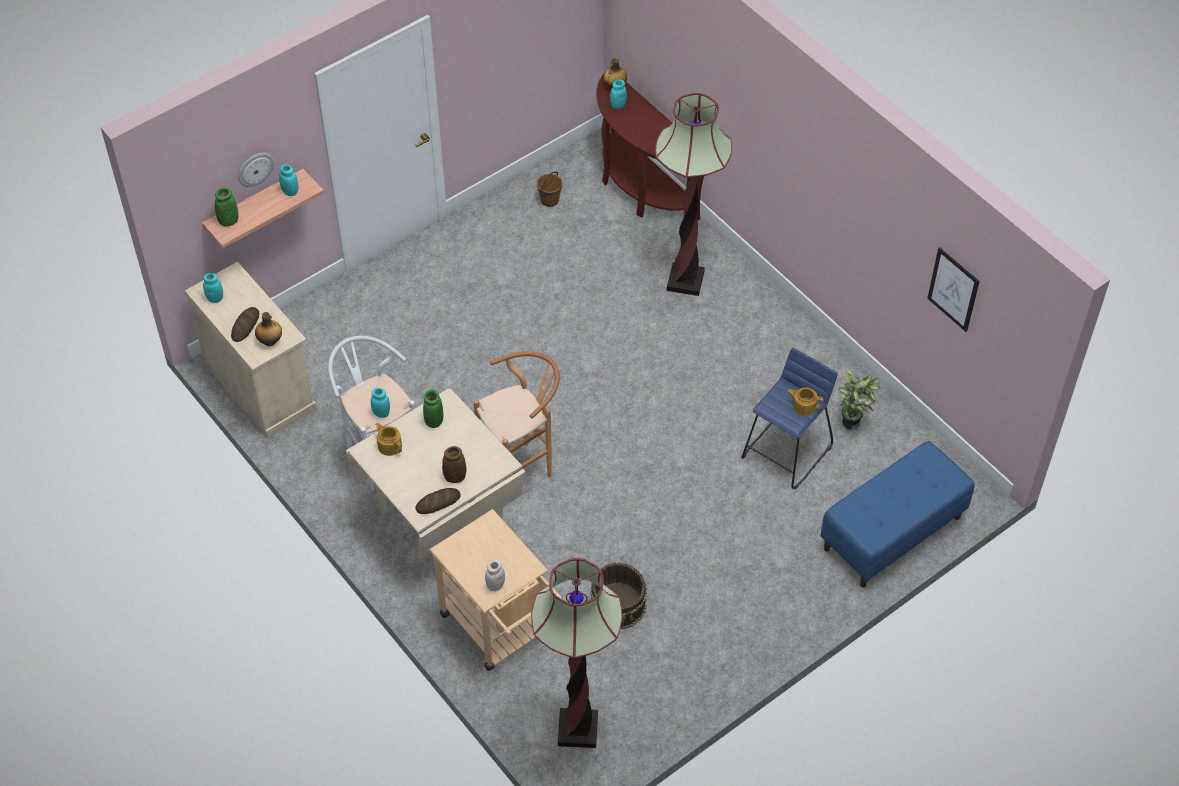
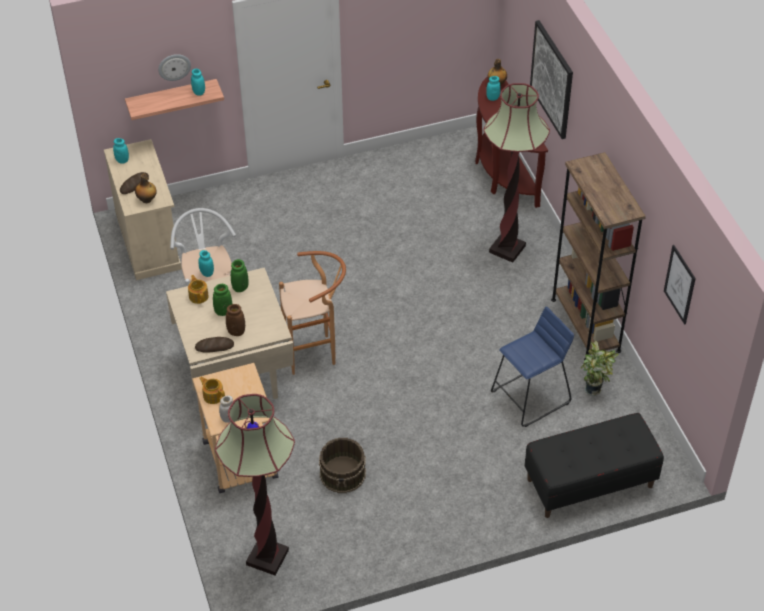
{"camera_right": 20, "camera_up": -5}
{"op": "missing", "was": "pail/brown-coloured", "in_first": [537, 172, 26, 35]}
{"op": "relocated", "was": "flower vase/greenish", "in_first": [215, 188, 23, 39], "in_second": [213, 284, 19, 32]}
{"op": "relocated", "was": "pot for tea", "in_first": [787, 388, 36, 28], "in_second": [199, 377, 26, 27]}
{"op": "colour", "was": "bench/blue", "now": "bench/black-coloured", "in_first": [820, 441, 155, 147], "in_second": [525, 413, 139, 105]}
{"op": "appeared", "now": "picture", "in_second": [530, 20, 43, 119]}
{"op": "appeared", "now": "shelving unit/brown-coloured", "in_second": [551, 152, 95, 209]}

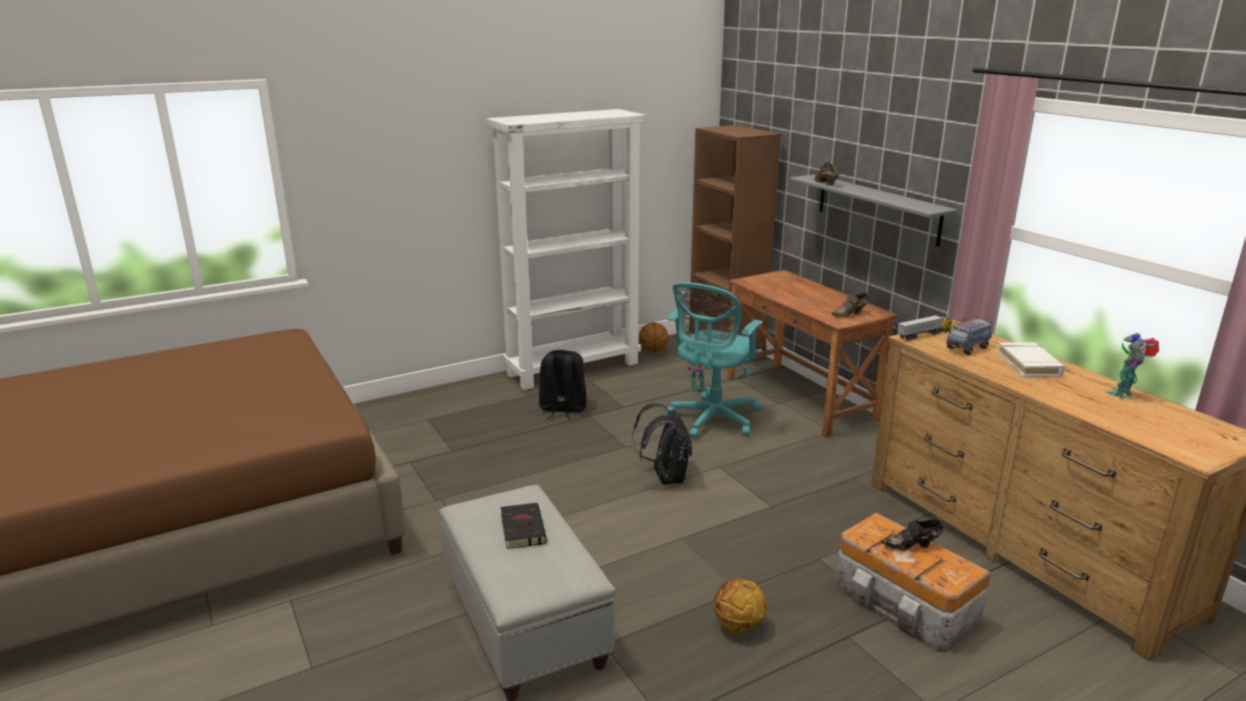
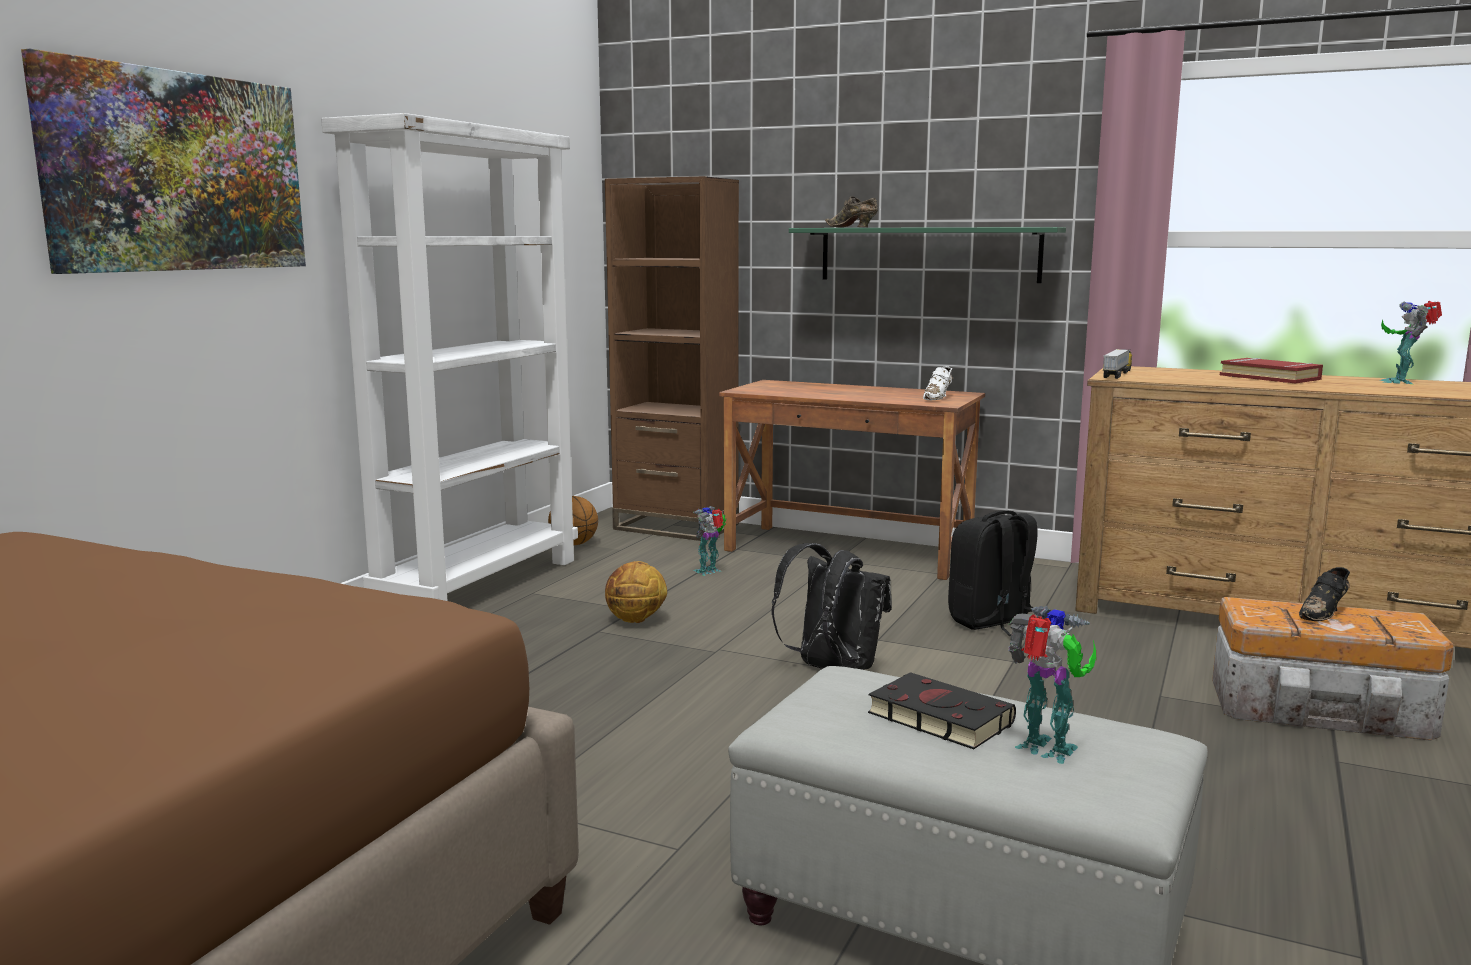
{"camera_right": -35, "camera_up": -10}
{"op": "colour", "was": "bracket shelf/greyish", "now": "bracket shelf/greenish", "in_first": [789, 174, 169, 73], "in_second": [789, 227, 277, 56]}
{"op": "missing", "was": "desk chair/turquoise-coloured", "in_first": [665, 282, 98, 157]}
{"op": "colour", "was": "low shoe/brown-coloured", "now": "low shoe/whitish", "in_first": [831, 293, 37, 25], "in_second": [923, 366, 30, 34]}
{"op": "missing", "was": "model truck", "in_first": [946, 318, 46, 37]}
{"op": "colour", "was": "book/whitish", "now": "book/red", "in_first": [997, 342, 68, 35], "in_second": [1220, 358, 103, 25]}
{"op": "relocated", "was": "knapsack/black-coloured", "in_first": [539, 350, 47, 70], "in_second": [948, 510, 90, 126]}
{"op": "relocated", "was": "ball for basketball", "in_first": [714, 579, 53, 55], "in_second": [605, 561, 62, 62]}
{"op": "appeared", "now": "picture", "in_second": [21, 48, 285, 226]}
{"op": "appeared", "now": "robot figure", "in_second": [1008, 606, 88, 158]}

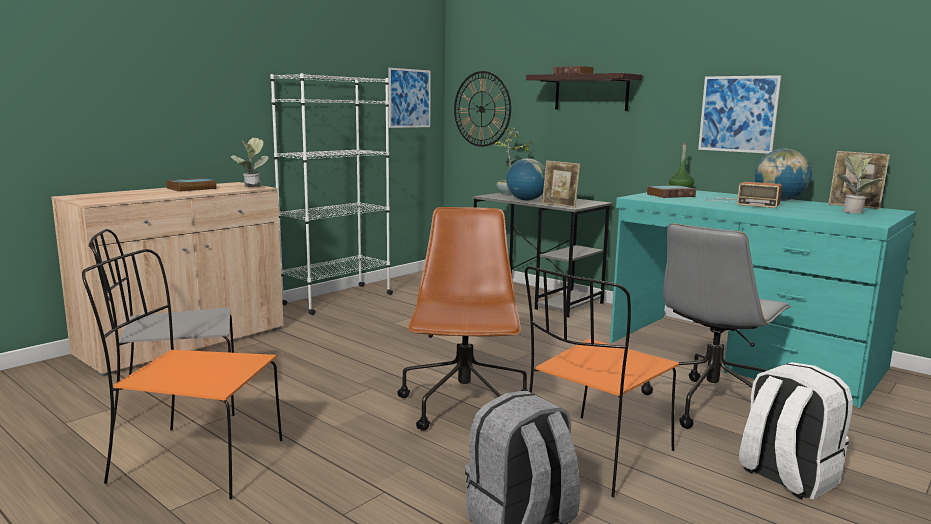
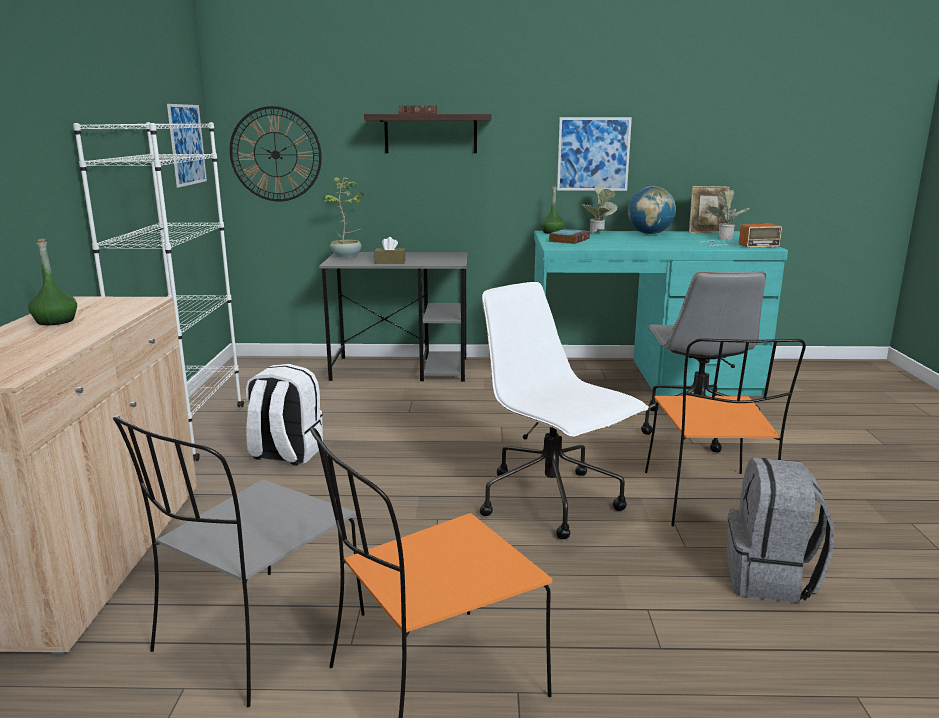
{"camera_right": -40, "camera_up": 5}
{"op": "relocated", "was": "houseplant", "in_first": [231, 138, 37, 49], "in_second": [581, 186, 36, 47]}
{"op": "exchanged", "was": "world globe", "now": "tissue box/brown-coloured", "in_first": [506, 158, 39, 43], "in_second": [374, 237, 32, 27]}
{"op": "missing", "was": "photo frame", "in_first": [542, 160, 38, 48]}
{"op": "exchanged", "was": "book", "now": "bottle/greenish", "in_first": [166, 178, 51, 14], "in_second": [28, 239, 49, 86]}
{"op": "relocated", "was": "radio receiver", "in_first": [706, 182, 76, 26], "in_second": [700, 224, 82, 24]}
{"op": "colour", "was": "desk chair/brown-coloured", "now": "desk chair/whitish", "in_first": [397, 207, 131, 224], "in_second": [480, 282, 169, 257]}
{"op": "relocated", "was": "knapsack/whitish", "in_first": [739, 362, 114, 138], "in_second": [246, 364, 77, 102]}

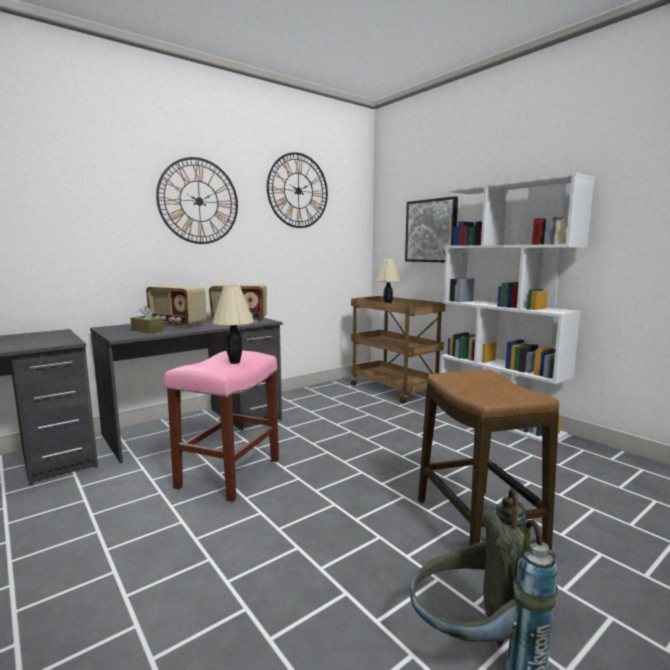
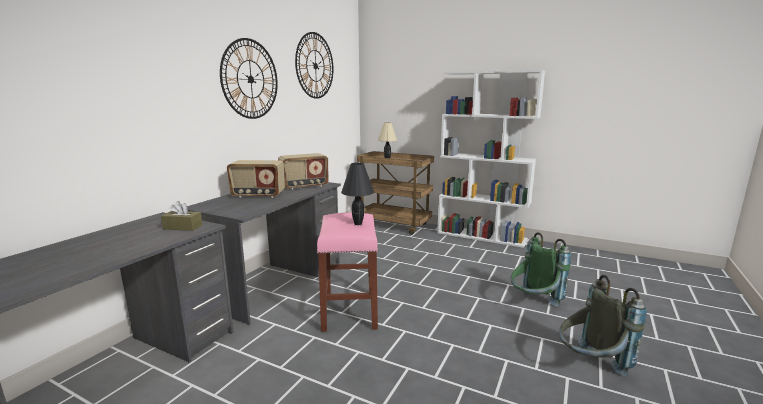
{"camera_right": -25, "camera_up": 5}
{"op": "missing", "was": "picture", "in_first": [405, 196, 53, 66]}
{"op": "colour", "was": "table lamp/beige", "now": "table lamp/black-coloured", "in_first": [212, 285, 42, 79], "in_second": [341, 162, 33, 63]}
{"op": "relocated", "was": "tissue box/brown-coloured", "in_first": [130, 305, 34, 28], "in_second": [161, 201, 41, 30]}
{"op": "exchanged", "was": "stool", "now": "knapsack/greenish", "in_first": [418, 370, 141, 180], "in_second": [511, 232, 60, 75]}

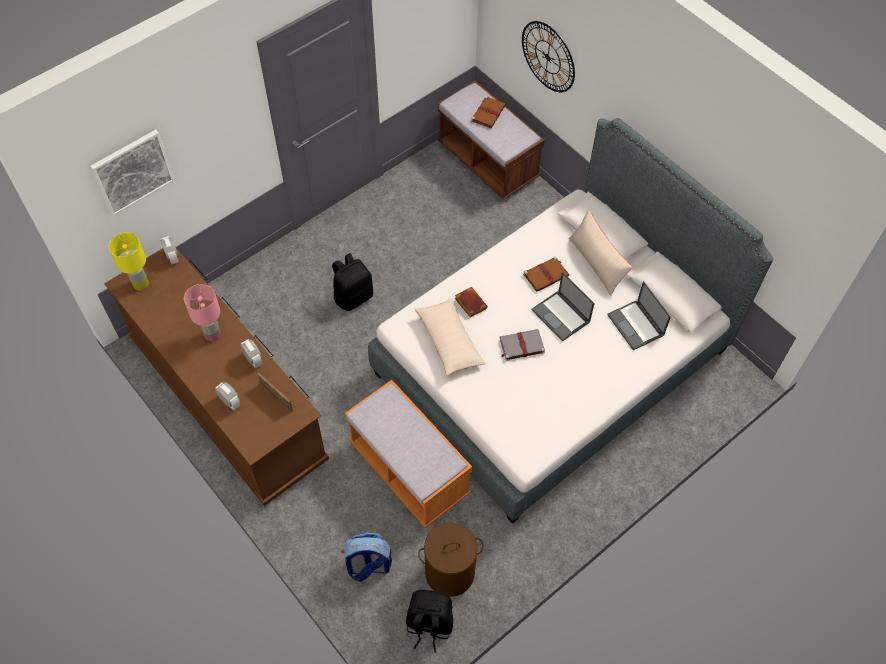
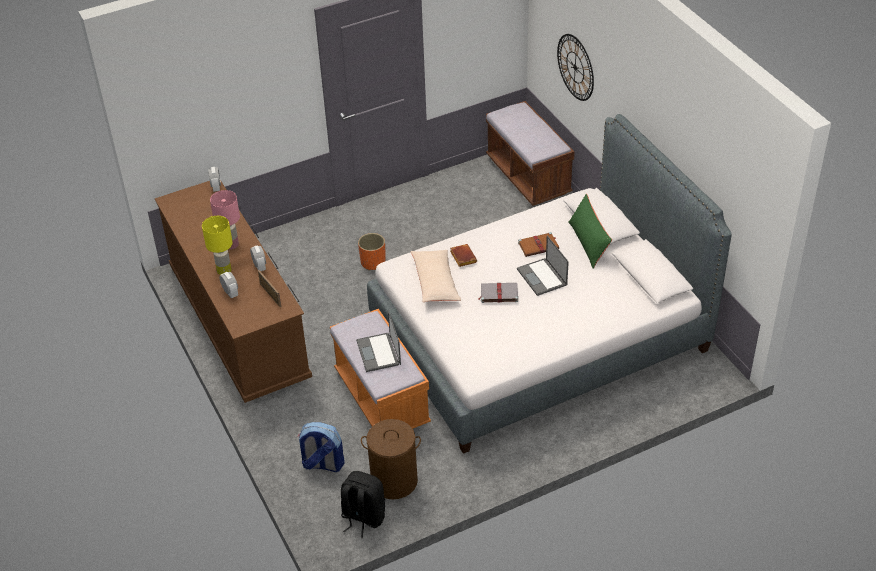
{"camera_right": 15, "camera_up": -15}
{"op": "missing", "was": "book/brown-coloured", "in_first": [471, 96, 35, 32]}
{"op": "missing", "was": "picture", "in_first": [90, 130, 85, 86]}
{"op": "colour", "was": "throw pillow/beige", "now": "throw pillow/greenish", "in_first": [569, 210, 64, 86], "in_second": [569, 194, 43, 75]}
{"op": "relocated", "was": "table lamp/yellow", "in_first": [109, 233, 40, 57], "in_second": [202, 216, 31, 59]}
{"op": "exchanged", "was": "knapsack/black-coloured", "now": "flower pot/orangey", "in_first": [332, 253, 41, 58], "in_second": [358, 233, 28, 38]}
{"op": "relocated", "was": "laptop", "in_first": [607, 281, 64, 69], "in_second": [356, 310, 45, 62]}

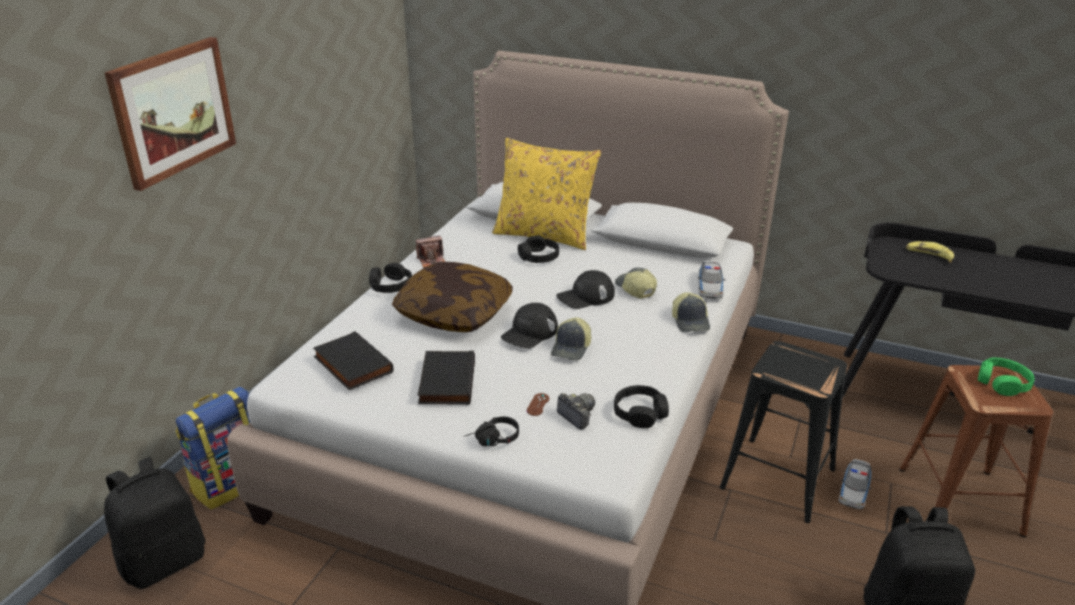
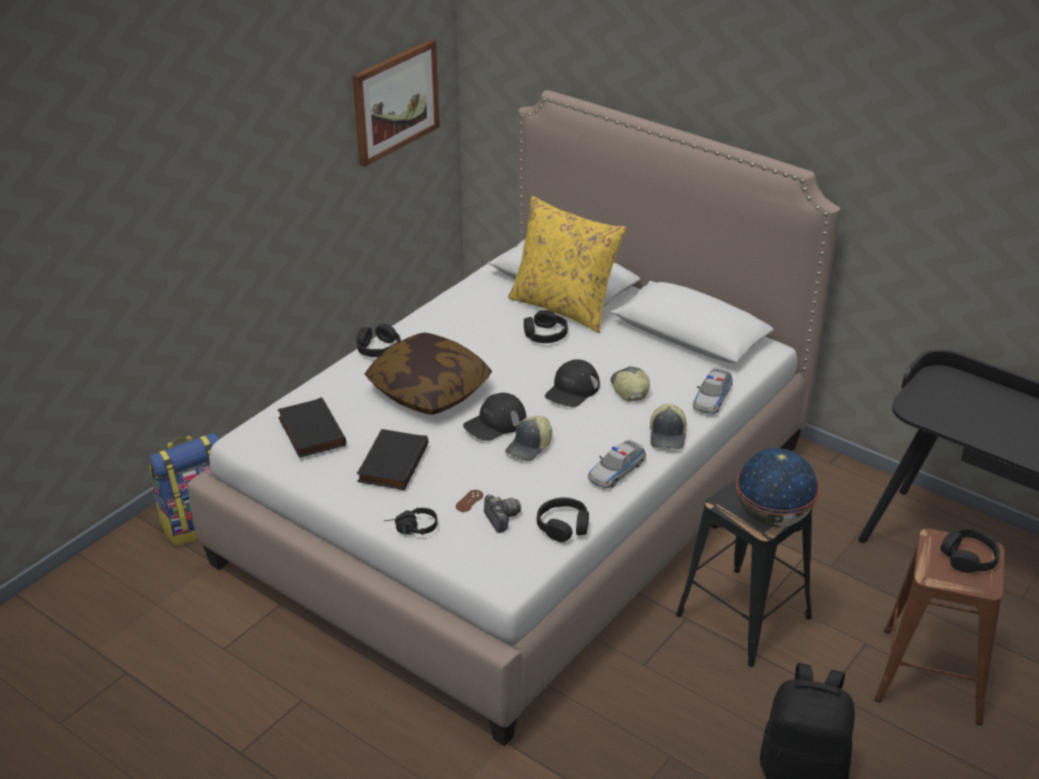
{"camera_right": 15, "camera_up": 5}
{"op": "relocated", "was": "picture", "in_first": [105, 37, 131, 154], "in_second": [352, 39, 88, 128]}
{"op": "missing", "was": "photo camera", "in_first": [416, 236, 29, 32]}
{"op": "missing", "was": "banana", "in_first": [906, 241, 48, 22]}
{"op": "spun", "was": "cap/black-coloured", "in_first": [557, 270, 58, 39], "in_second": [545, 360, 55, 47], "clockwise": -45}
{"op": "colour", "was": "headset/greenish", "now": "headset/black-coloured", "in_first": [978, 357, 56, 39], "in_second": [940, 528, 60, 45]}
{"op": "missing", "was": "knapsack/black-coloured", "in_first": [104, 457, 101, 132]}
{"op": "relocated", "was": "model car", "in_first": [839, 459, 33, 50], "in_second": [588, 439, 58, 50]}
{"op": "appeared", "now": "world globe", "in_second": [736, 448, 83, 79]}

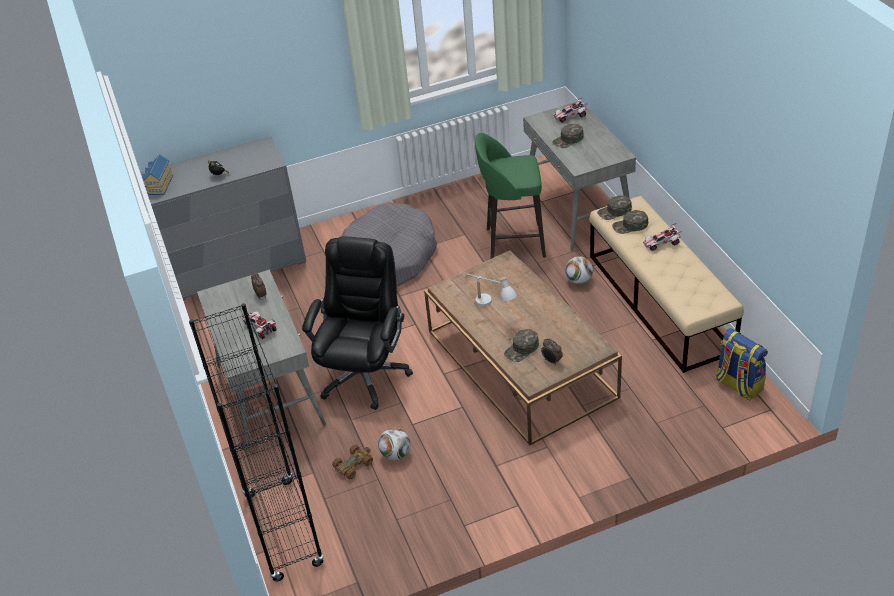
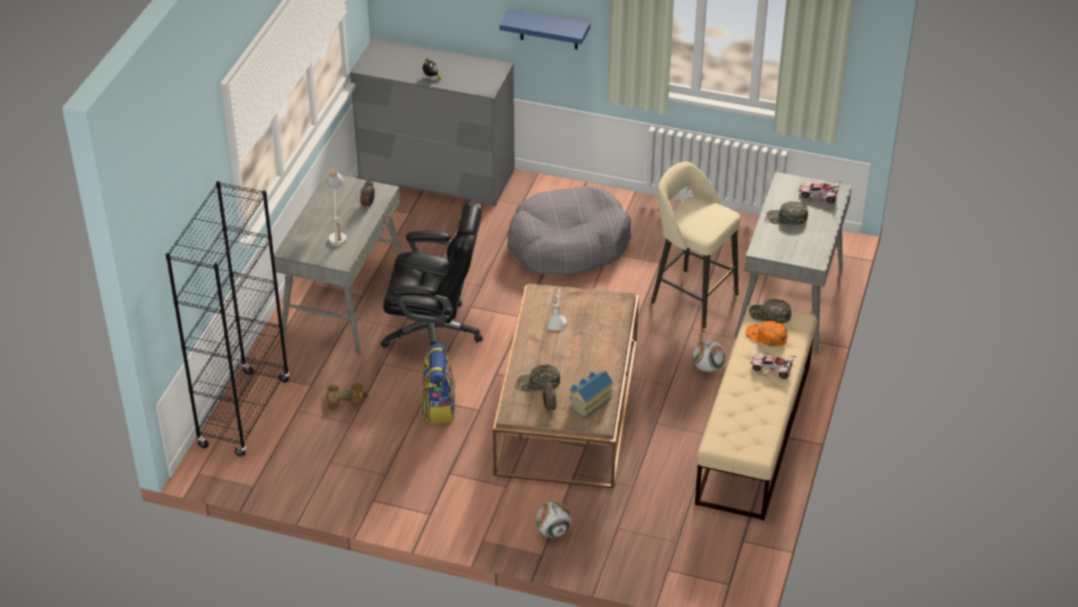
{"camera_right": 35, "camera_up": 0}
{"op": "colour", "was": "stool/greenish", "now": "stool/beige", "in_first": [475, 133, 71, 126], "in_second": [651, 162, 89, 166]}
{"op": "relocated", "was": "toy house", "in_first": [142, 154, 31, 41], "in_second": [570, 371, 43, 47]}
{"op": "colour", "was": "cap/greenish", "now": "cap/orangey", "in_first": [612, 210, 36, 24], "in_second": [745, 321, 42, 26]}
{"op": "spun", "was": "desk chair/black-coloured", "in_first": [302, 236, 111, 174], "in_second": [381, 202, 102, 146], "clockwise": 45}
{"op": "exchanged", "was": "model car", "now": "table lamp/whitish", "in_first": [242, 311, 35, 28], "in_second": [326, 168, 21, 78]}
{"op": "relocated", "was": "knapsack", "in_first": [716, 328, 52, 72], "in_second": [421, 343, 34, 80]}
{"op": "relocated", "was": "football ball", "in_first": [378, 428, 32, 32], "in_second": [536, 502, 35, 36]}
{"op": "appeared", "now": "bracket shelf/blue", "in_second": [499, 9, 91, 40]}

